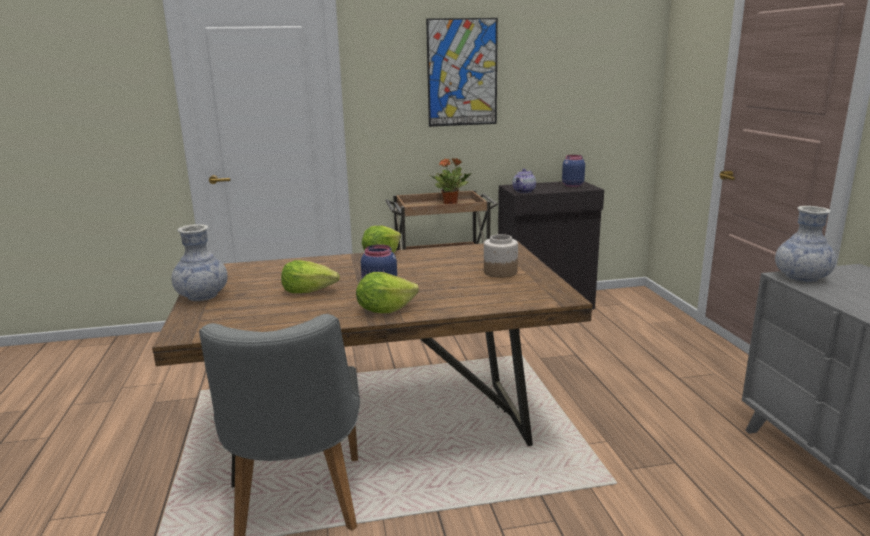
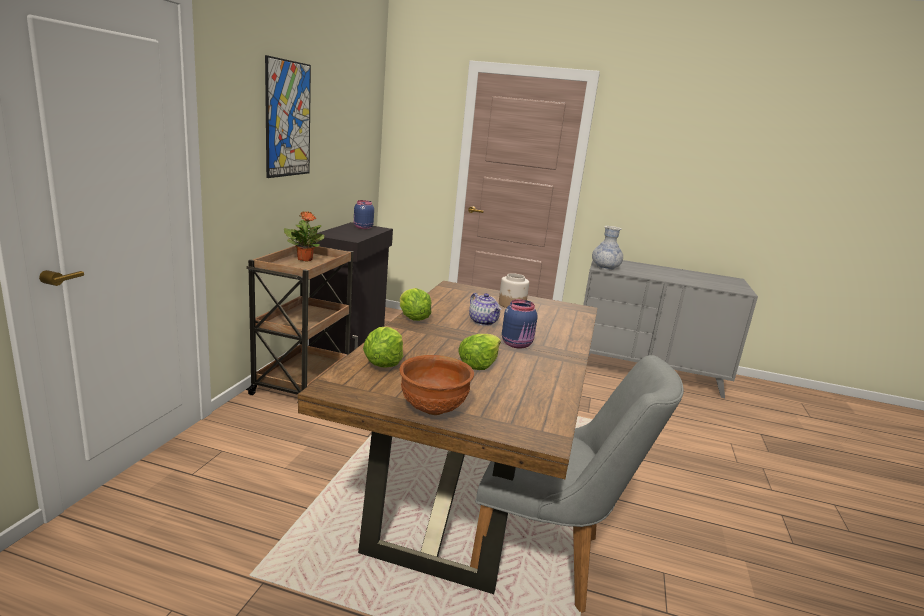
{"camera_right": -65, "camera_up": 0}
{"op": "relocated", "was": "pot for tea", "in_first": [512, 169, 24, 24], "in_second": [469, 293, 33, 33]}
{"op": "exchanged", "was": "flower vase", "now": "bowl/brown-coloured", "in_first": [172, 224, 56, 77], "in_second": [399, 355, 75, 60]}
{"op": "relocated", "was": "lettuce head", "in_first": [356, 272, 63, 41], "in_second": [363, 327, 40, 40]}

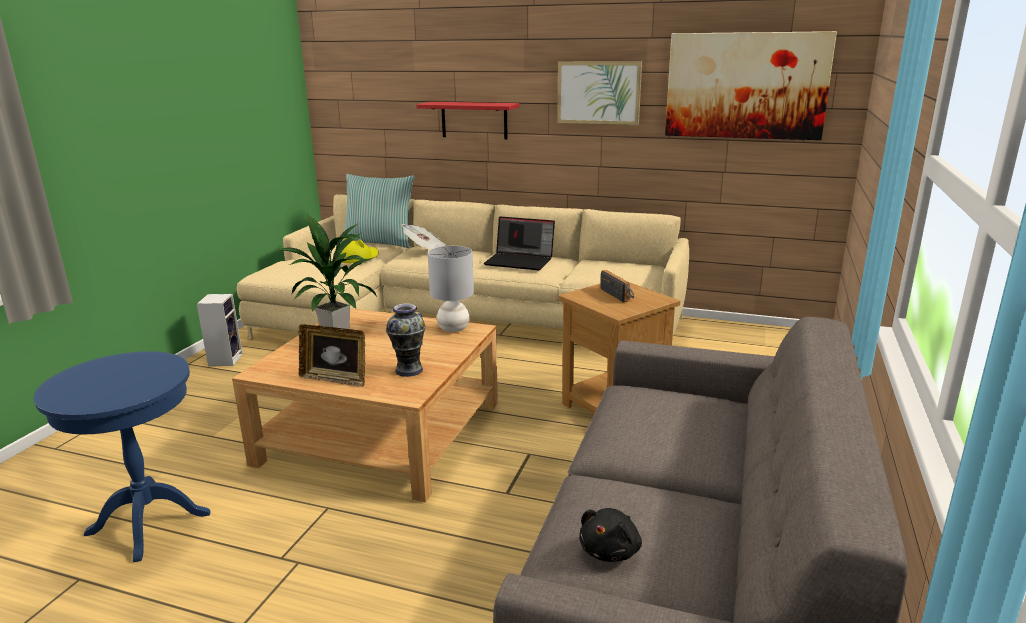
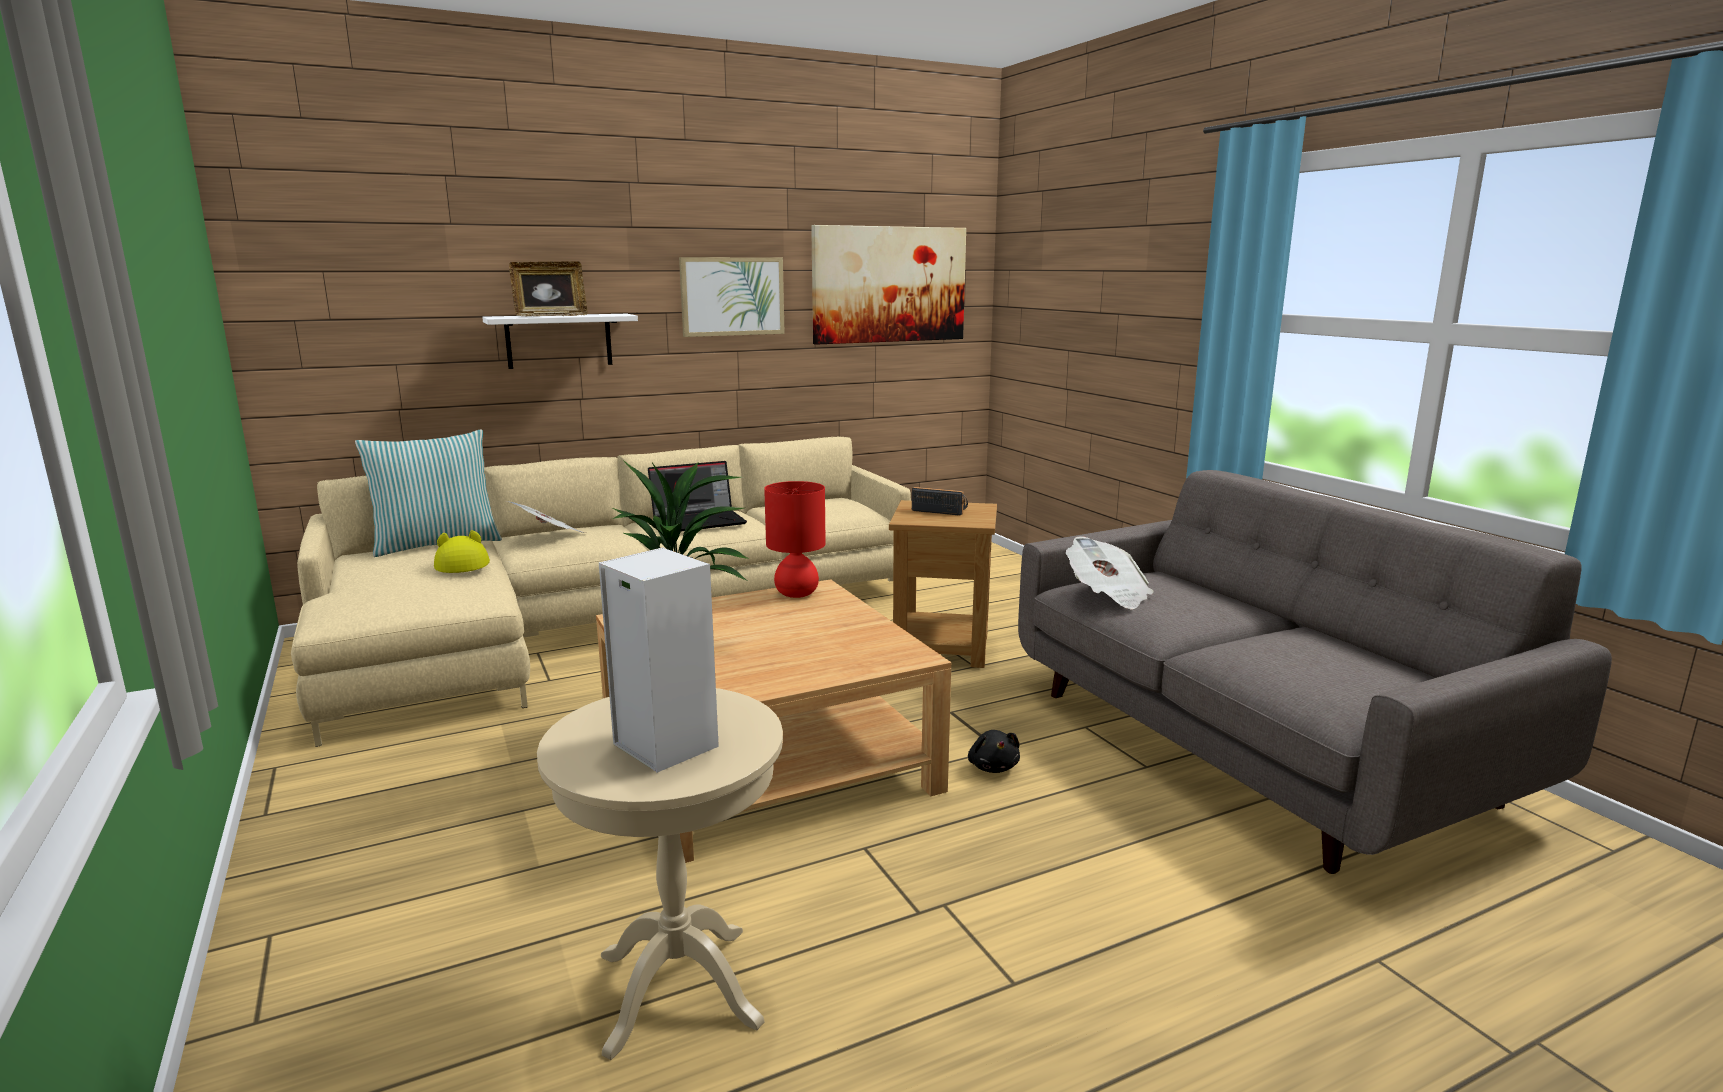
{"camera_right": -45, "camera_up": -5}
{"op": "colour", "was": "bracket shelf/red", "now": "bracket shelf/whitish", "in_first": [416, 102, 104, 37], "in_second": [482, 314, 156, 55]}
{"op": "colour", "was": "table lamp/greyish", "now": "table lamp/red", "in_first": [428, 246, 46, 86], "in_second": [764, 481, 62, 117]}
{"op": "relocated", "was": "loudspeaker", "in_first": [197, 294, 46, 72], "in_second": [599, 547, 120, 226]}
{"op": "missing", "was": "flower vase", "in_first": [386, 303, 40, 74]}
{"op": "relocated", "was": "photo frame", "in_first": [298, 324, 67, 63], "in_second": [509, 261, 79, 55]}
{"op": "colour", "was": "end table/blue", "now": "end table/beige", "in_first": [33, 351, 178, 211], "in_second": [537, 688, 246, 372]}
{"op": "relocated", "was": "cuddly toy/black-coloured", "in_first": [579, 508, 63, 54], "in_second": [968, 730, 52, 43]}
{"op": "appeared", "now": "printed paper", "in_second": [1066, 536, 88, 74]}

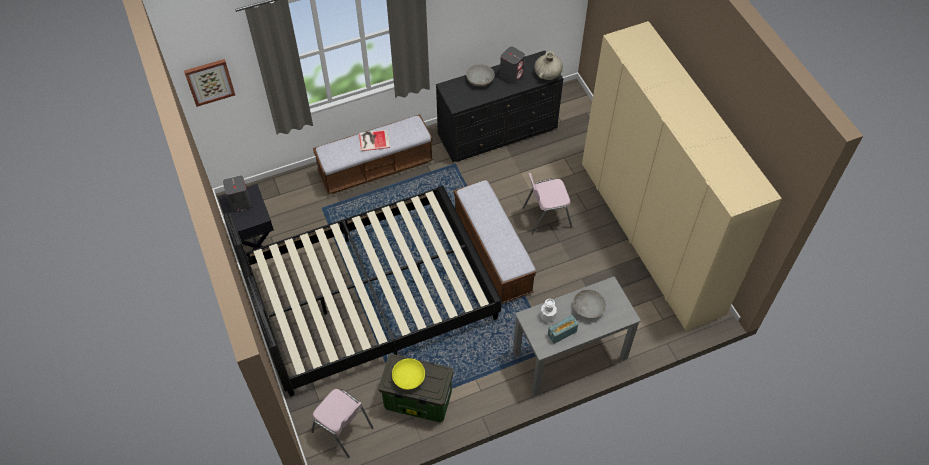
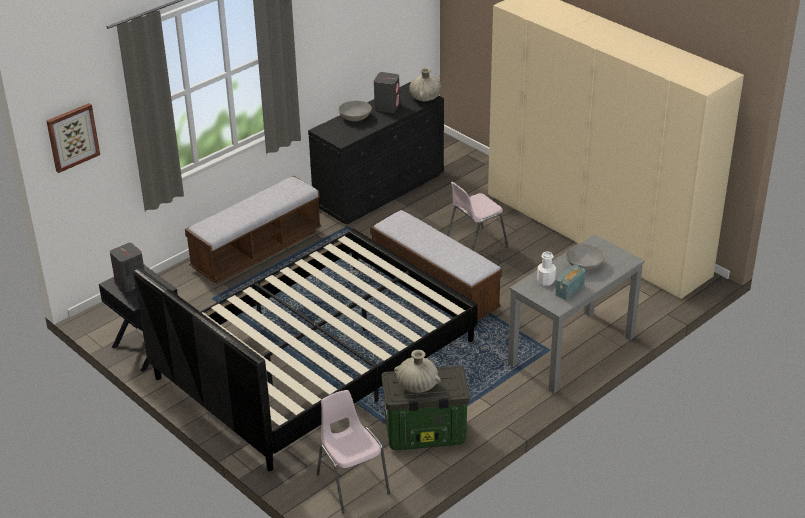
{"camera_right": -20, "camera_up": -20}
{"op": "missing", "was": "book", "in_first": [359, 129, 31, 22]}
{"op": "exchanged", "was": "bowl/yellow", "now": "flower vase/beige", "in_first": [392, 358, 33, 32], "in_second": [394, 350, 47, 43]}
{"op": "spun", "was": "chair/pinkish", "in_first": [311, 389, 63, 69], "in_second": [317, 390, 73, 123], "clockwise": -135}

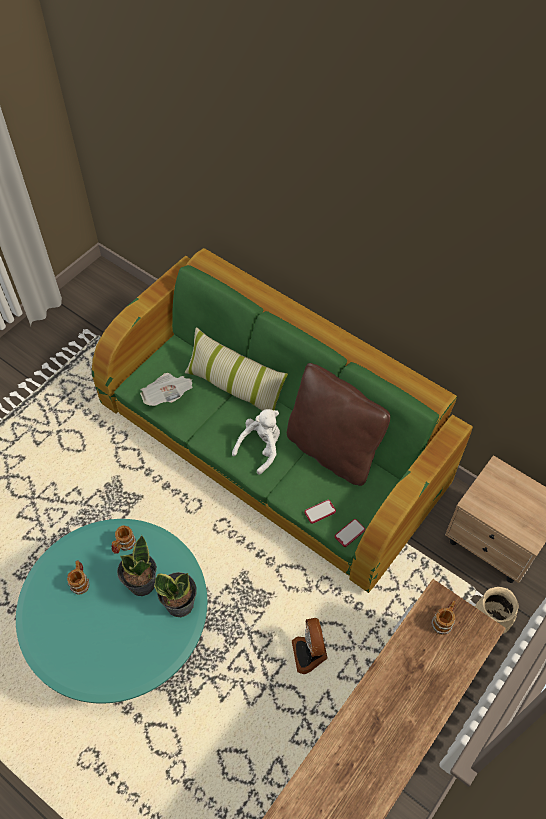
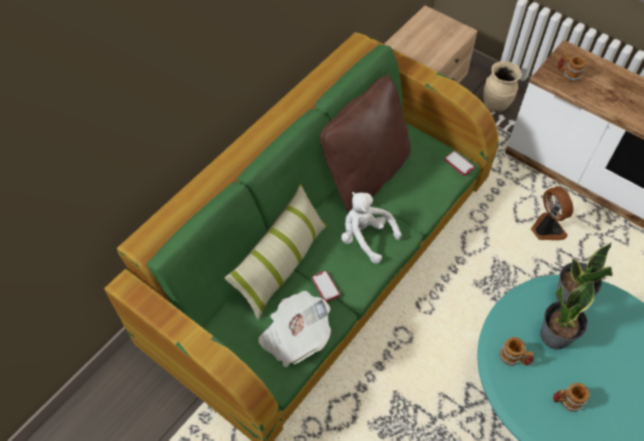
{"camera_right": -90, "camera_up": 0}
{"op": "relocated", "was": "telephone", "in_first": [304, 500, 32, 24], "in_second": [312, 271, 28, 31]}
{"op": "spun", "was": "fan", "in_first": [292, 618, 36, 56], "in_second": [531, 186, 42, 54], "clockwise": -105}

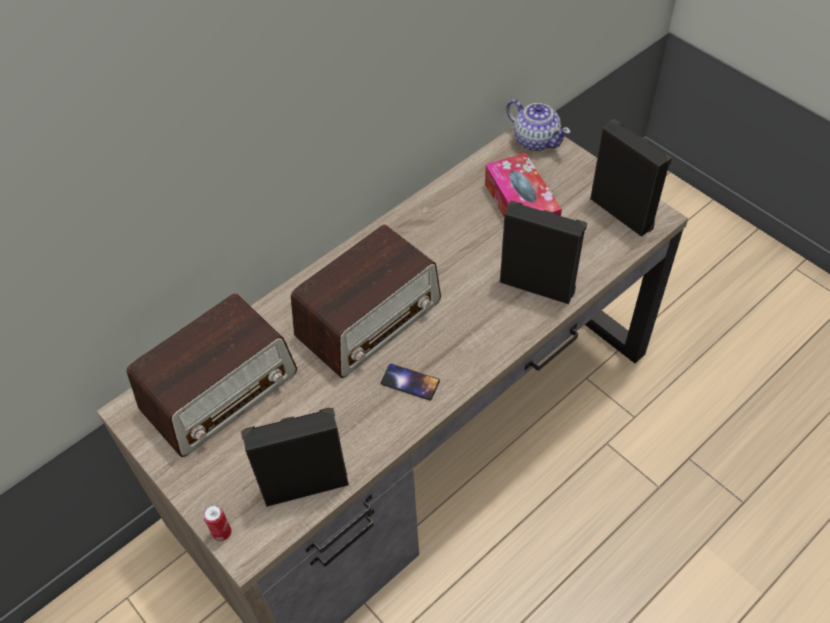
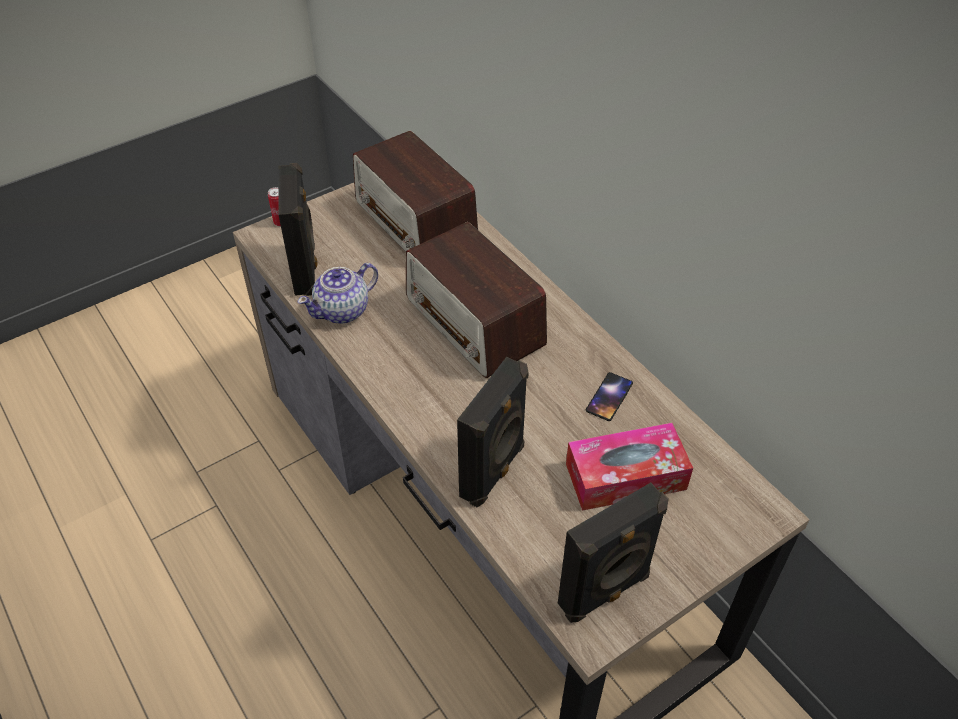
{"camera_right": 95, "camera_up": -5}
{"op": "relocated", "was": "pot for tea", "in_first": [506, 99, 65, 52], "in_second": [298, 263, 80, 61]}
{"op": "relocated", "was": "telephone", "in_first": [381, 364, 59, 36], "in_second": [586, 372, 47, 49]}

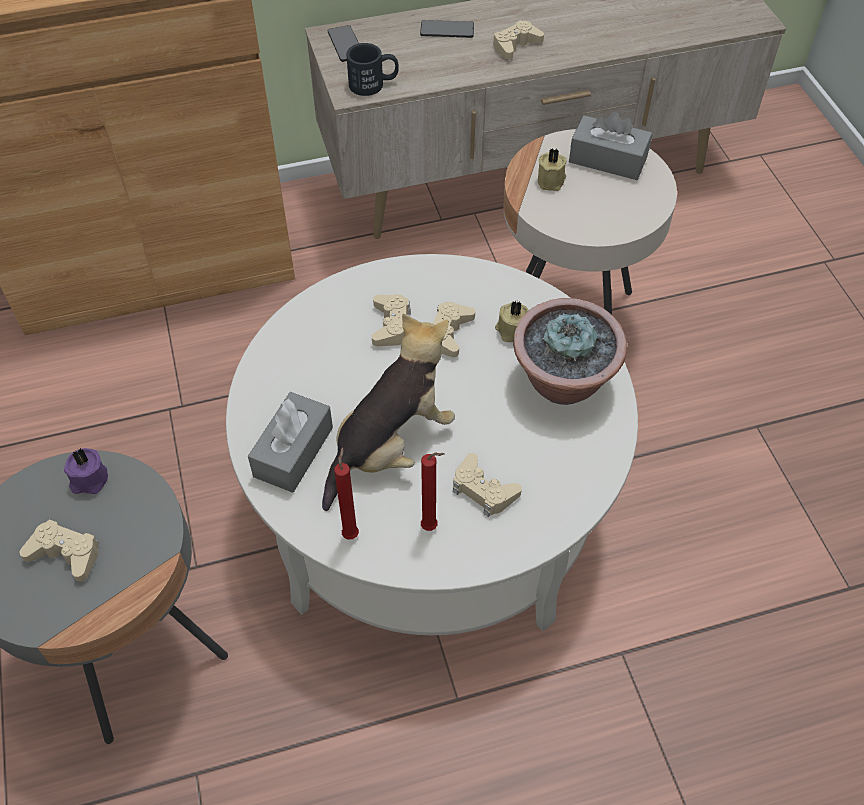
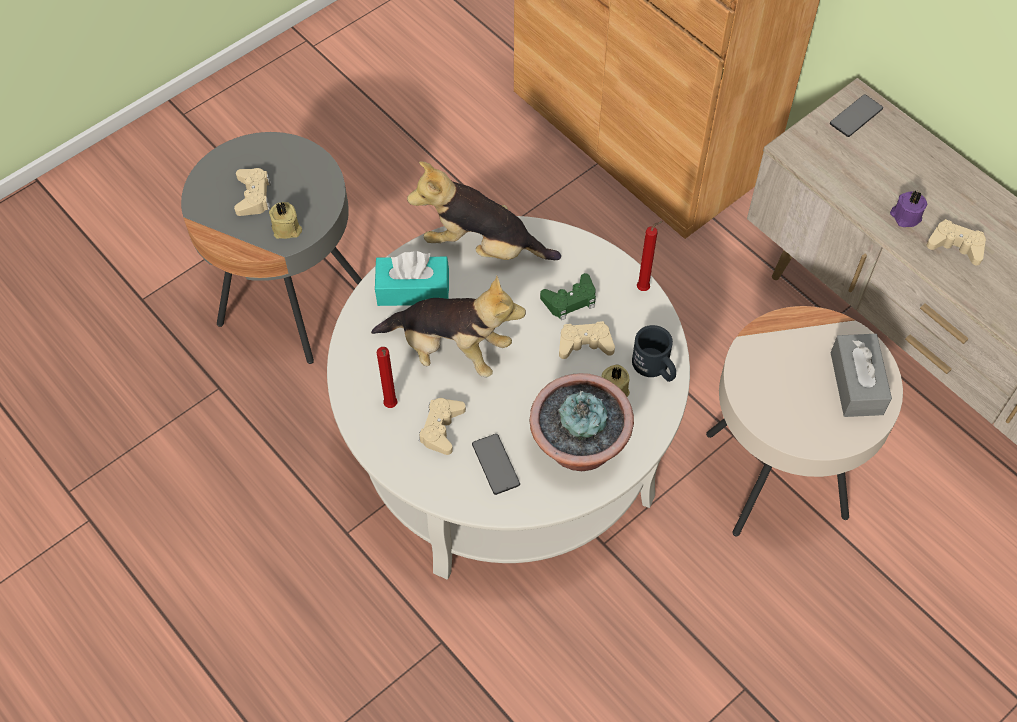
{"camera_right": 65, "camera_up": 5}
{"op": "relocated", "was": "telephone", "in_first": [420, 20, 54, 18], "in_second": [472, 434, 48, 61]}
{"op": "relocated", "was": "mug/black-coloured", "in_first": [346, 43, 53, 53], "in_second": [632, 325, 44, 57]}
{"op": "relocated", "was": "wax candle/beige", "in_first": [538, 148, 29, 43], "in_second": [269, 202, 33, 37]}
{"op": "colour", "was": "joypad/beige", "now": "joypad/greenish", "in_first": [372, 294, 39, 52], "in_second": [540, 273, 56, 47]}
{"op": "colour", "was": "tissue box/greyish", "now": "tissue box/turquoise-coloured", "in_first": [248, 392, 85, 101], "in_second": [375, 251, 74, 55]}
{"op": "relocated", "was": "wax candle/red", "in_first": [334, 447, 25, 93], "in_second": [637, 220, 27, 71]}
{"op": "relocated", "was": "wax candle/purple-coloured", "in_first": [64, 448, 44, 46], "in_second": [890, 190, 38, 37]}
{"op": "appeared", "now": "cuddly toy", "in_second": [407, 161, 154, 99]}

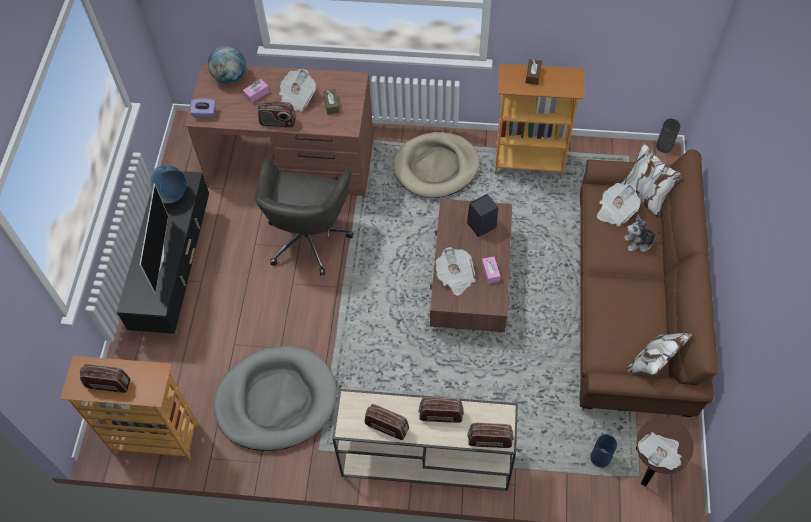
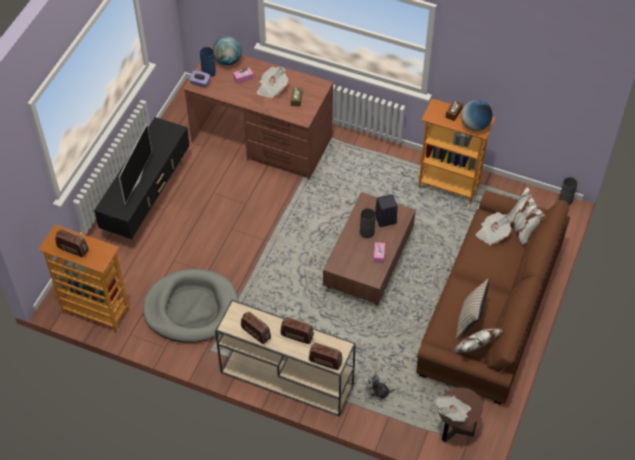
{"camera_right": 15, "camera_up": -5}
{"op": "missing", "was": "radio receiver", "in_first": [258, 101, 38, 27]}
{"op": "missing", "was": "pet bed/beige", "in_first": [393, 132, 87, 66]}
{"op": "missing", "was": "desk chair/greyish", "in_first": [255, 157, 99, 118]}
{"op": "relocated", "was": "world globe", "in_first": [146, 165, 40, 39], "in_second": [461, 100, 32, 31]}
{"op": "relocated", "was": "cuddly toy", "in_first": [623, 214, 38, 38], "in_second": [364, 371, 30, 31]}
{"op": "missing", "was": "printed paper", "in_first": [436, 247, 40, 49]}
{"op": "relocated", "was": "flower vase/blue", "in_first": [591, 434, 26, 34], "in_second": [200, 47, 16, 30]}
{"op": "appeared", "now": "flower vase/greyish", "in_second": [360, 208, 16, 30]}
{"op": "appeared", "now": "throw pillow/beige", "in_second": [456, 278, 33, 61]}

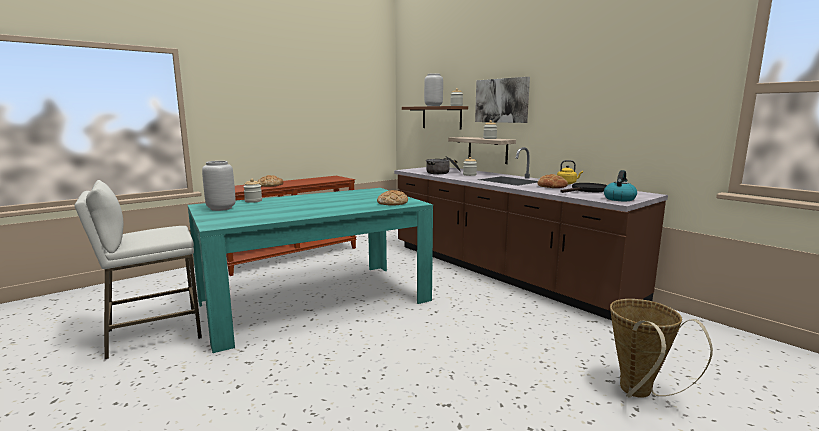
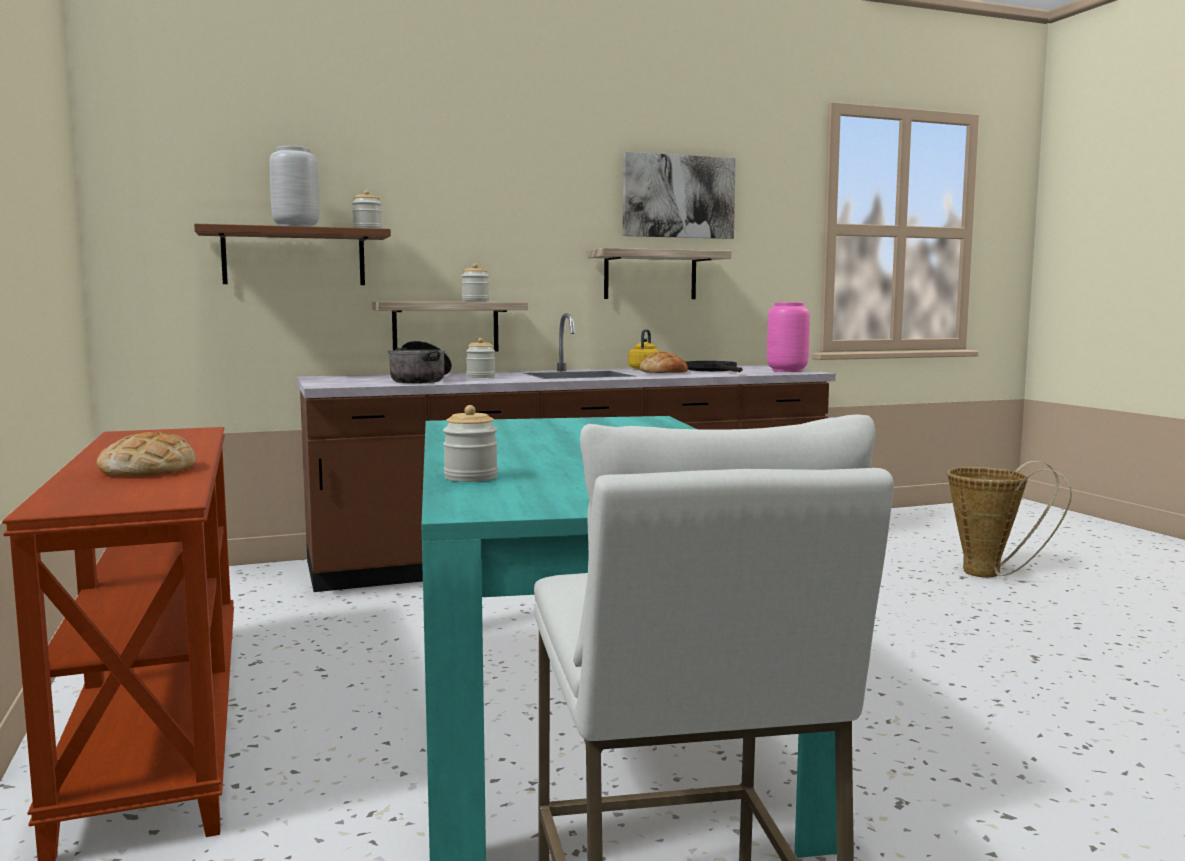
{"camera_right": -70, "camera_up": -5}
{"op": "relocated", "was": "picture", "in_first": [475, 77, 55, 46], "in_second": [623, 152, 113, 87]}
{"op": "missing", "was": "flower vase/greyish", "in_first": [202, 161, 34, 50]}
{"op": "exchanged", "was": "water kettle", "now": "flower vase/pinkish", "in_first": [604, 170, 33, 31], "in_second": [767, 302, 43, 70]}
{"op": "missing", "was": "bakery bread", "in_first": [377, 190, 31, 16]}
{"op": "appeared", "now": "bracket shelf", "in_second": [587, 248, 145, 51]}

